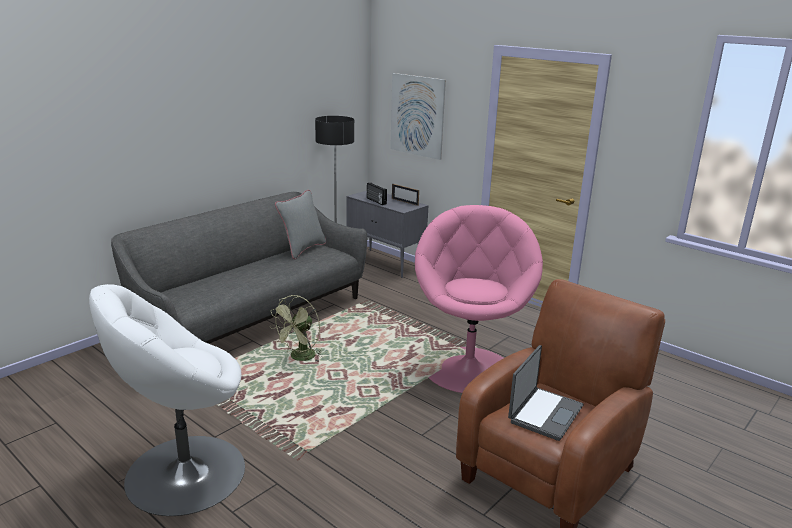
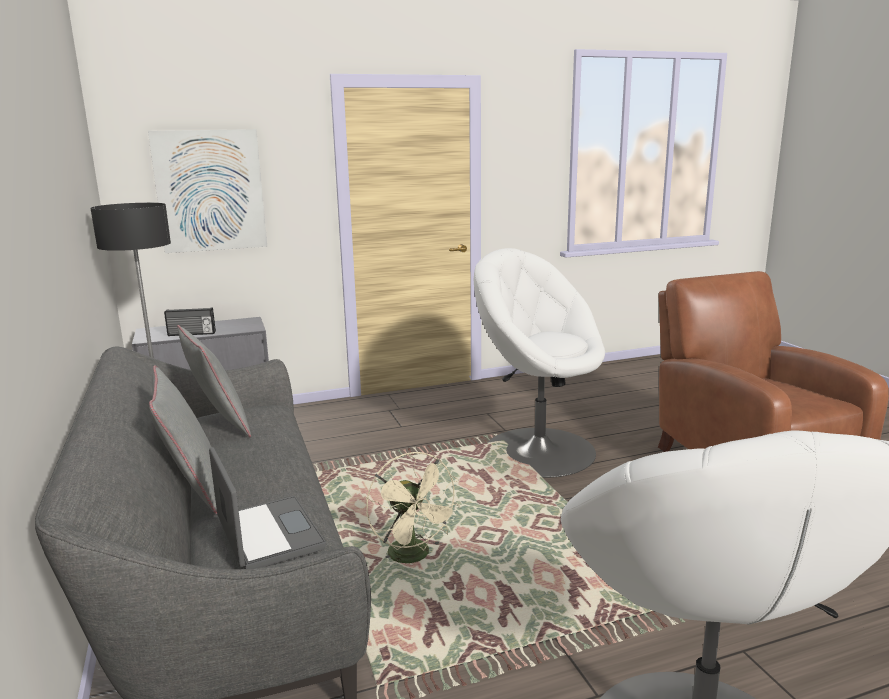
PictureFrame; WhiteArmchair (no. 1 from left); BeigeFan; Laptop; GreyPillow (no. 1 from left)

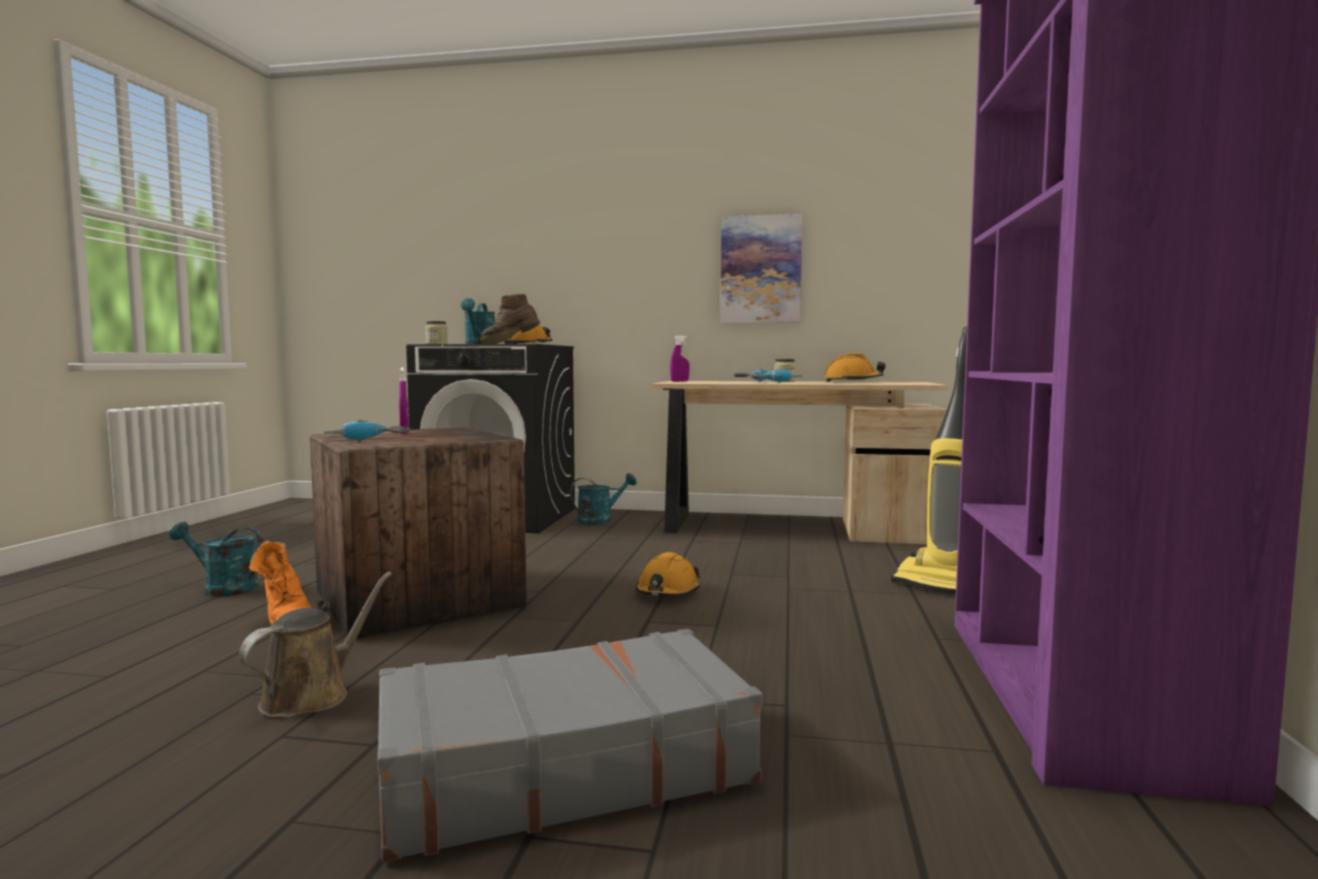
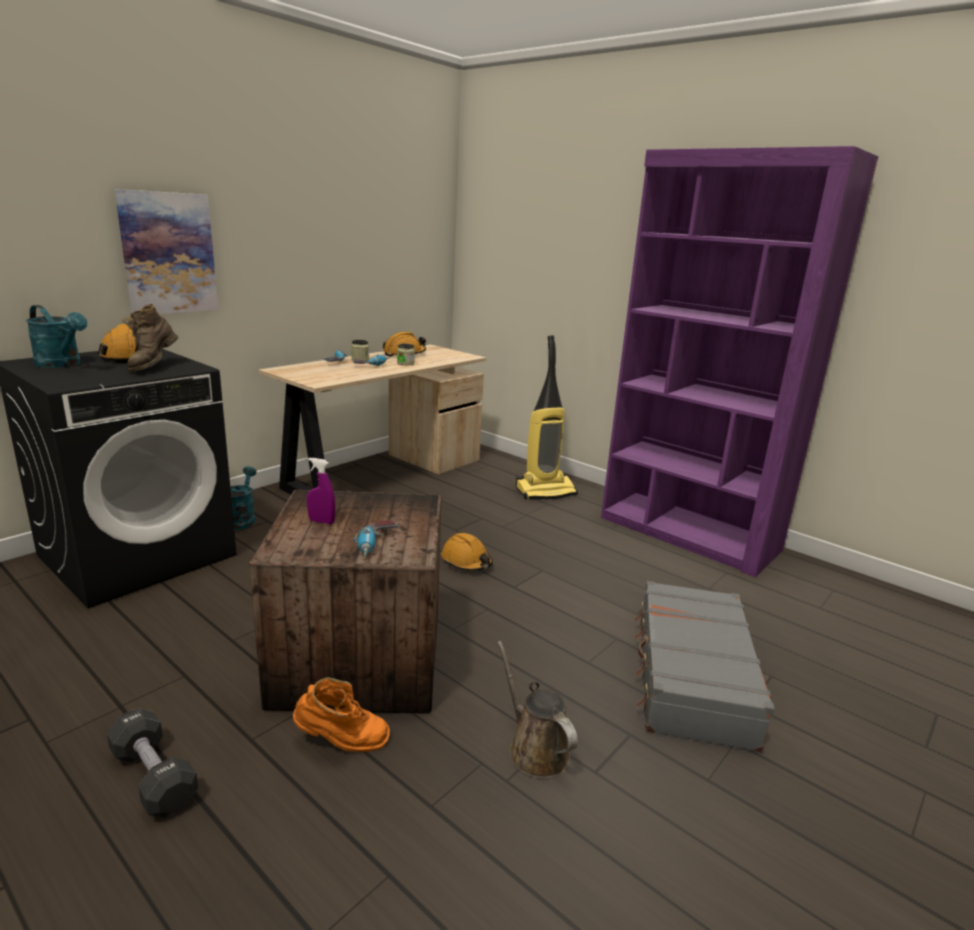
Picture; Jar (no. 2 from left); PurpleSprayBottle (no. 2 from left in the first image); BlackDumbbell

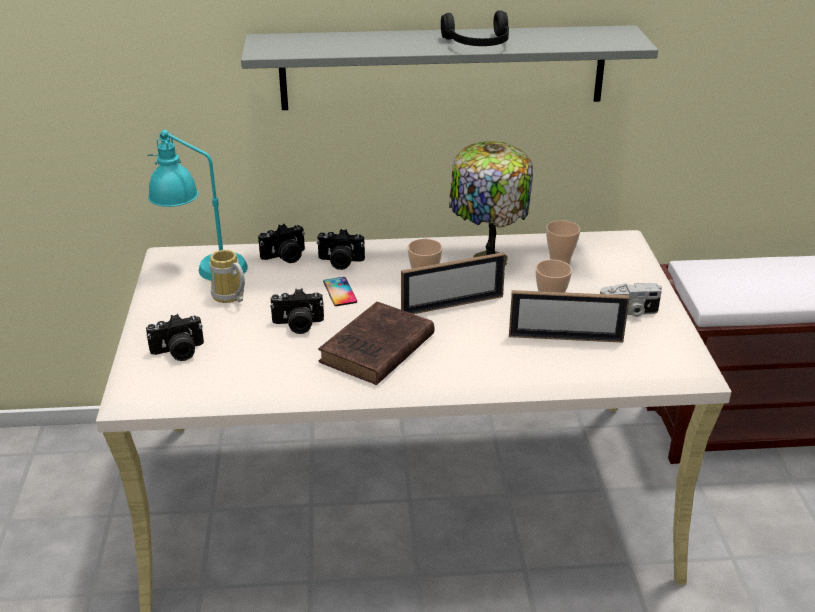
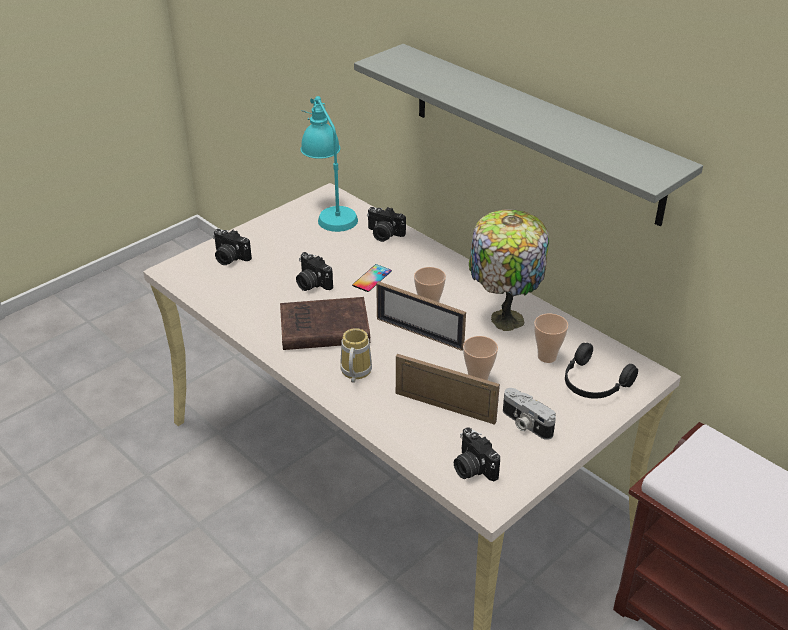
BlackHeadphones; PhotoCamera (no. 4 from left); Mug; PictureFrame (no. 2 from left)

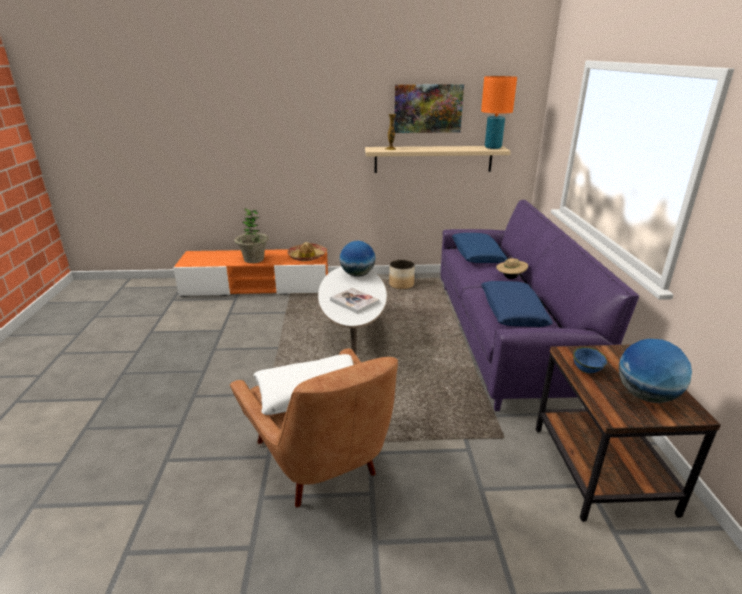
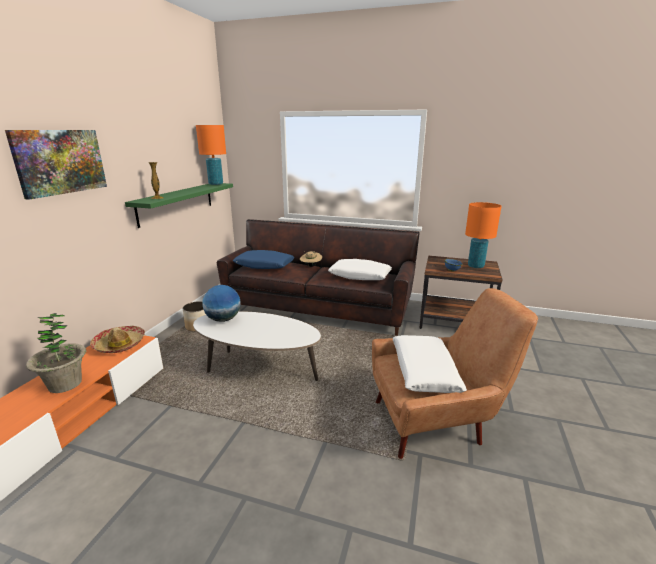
Picture; GreenShelf; BrownSofa; WhitePillow (no. 1 from left); Book; OrangeTableLamp (no. 2 from left)

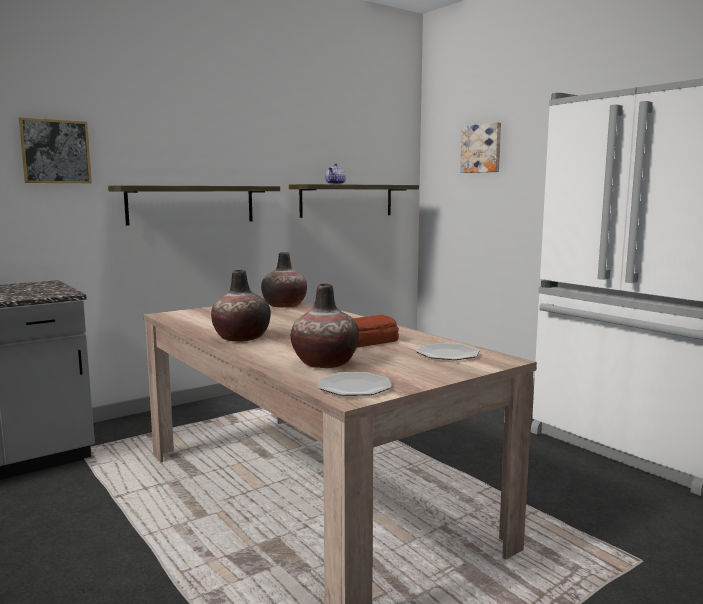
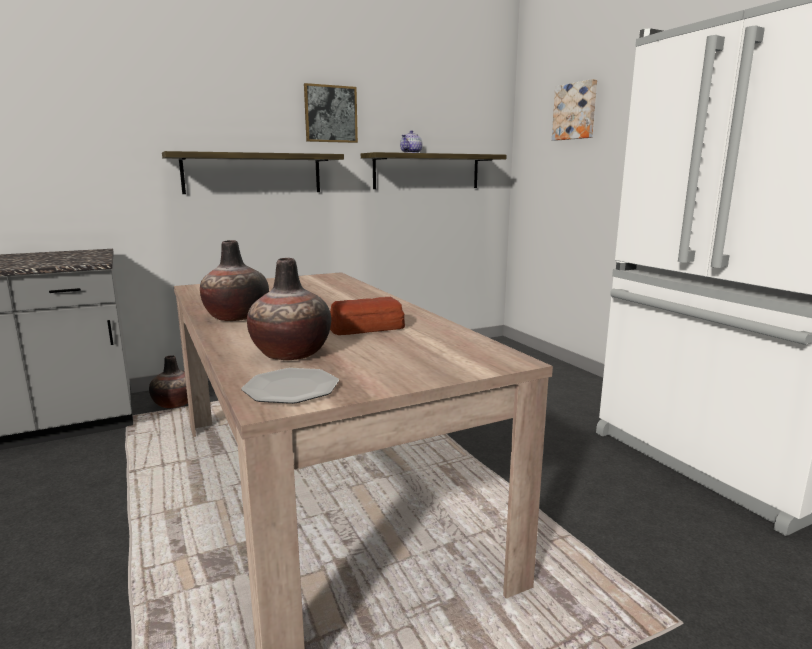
Picture (no. 1 from left); Vase (no. 1 from left); Plate (no. 2 from left in the first image)

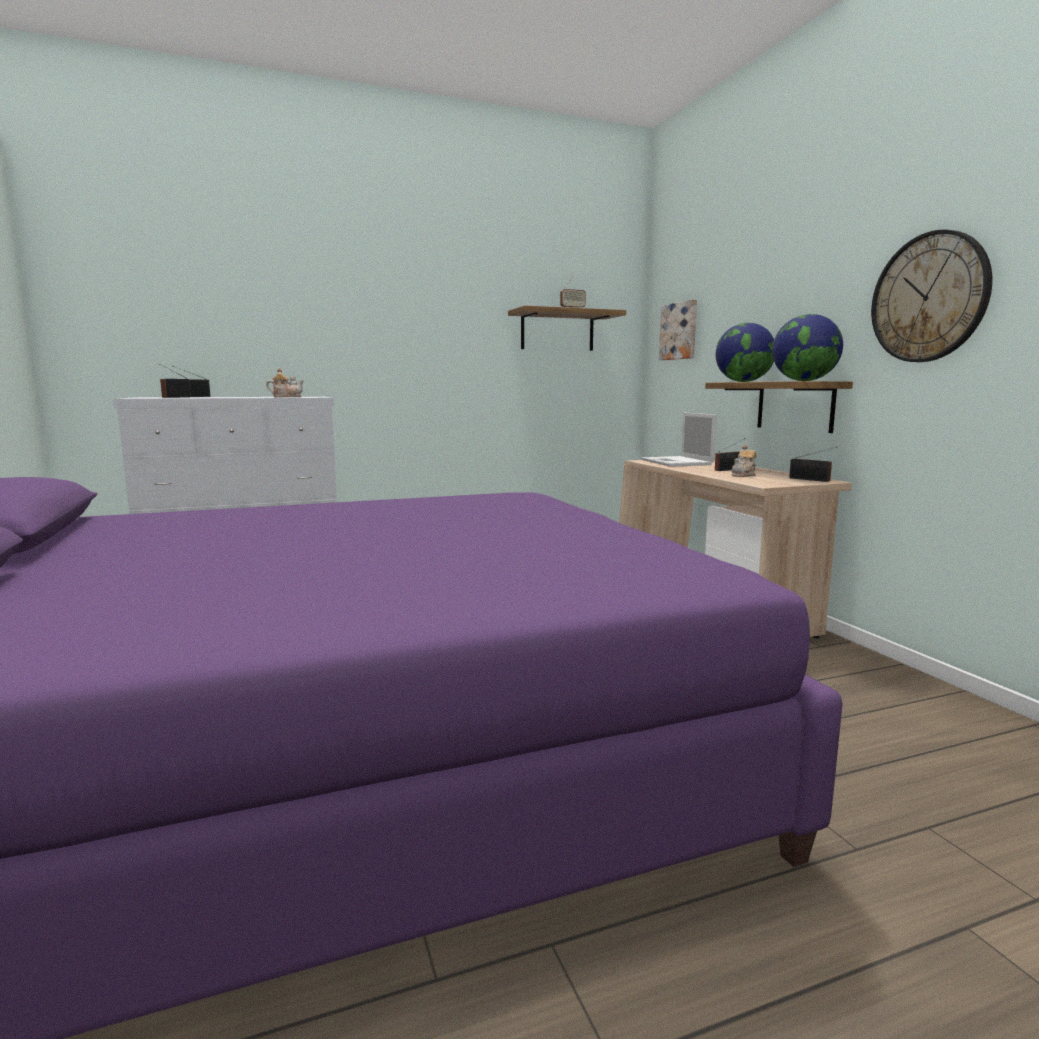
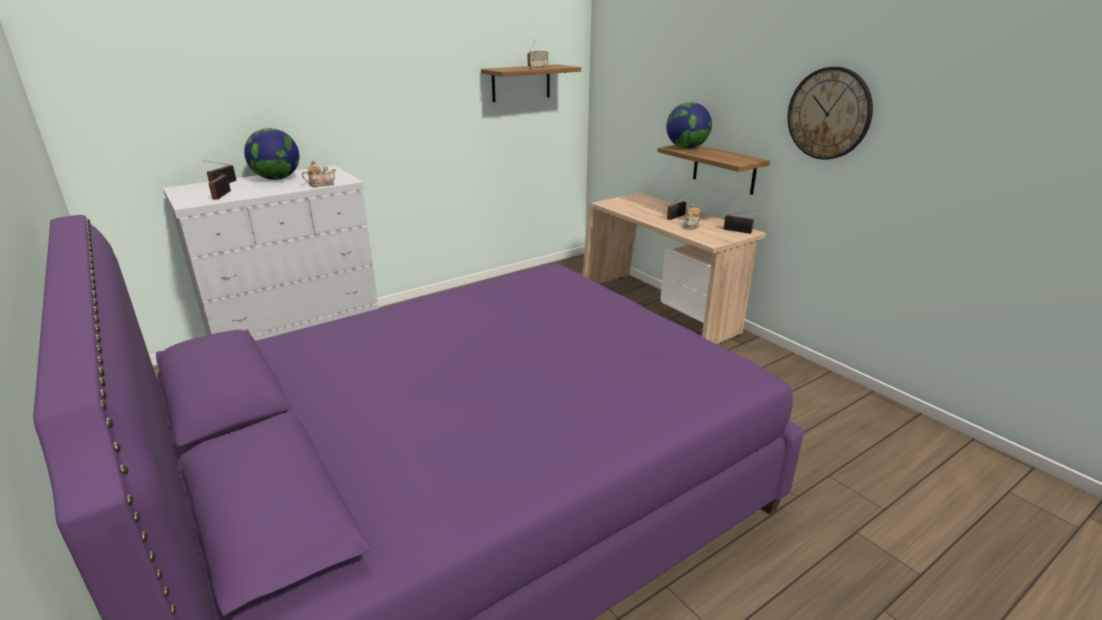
Picture; Globe (no. 1 from left); Laptop

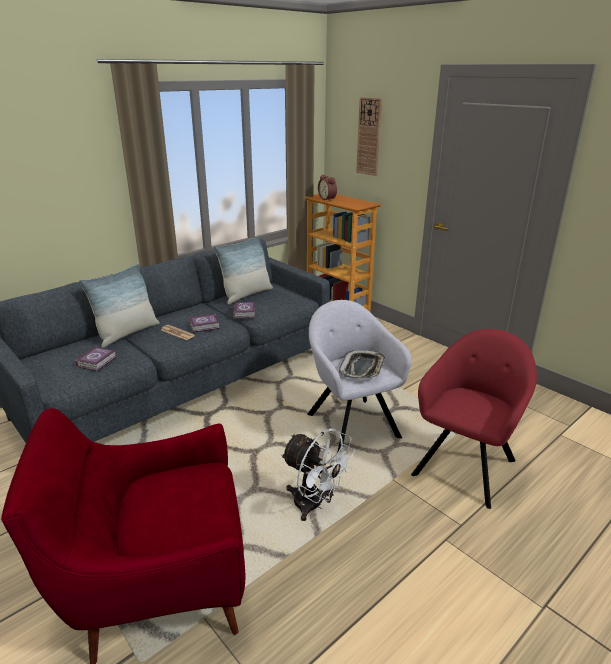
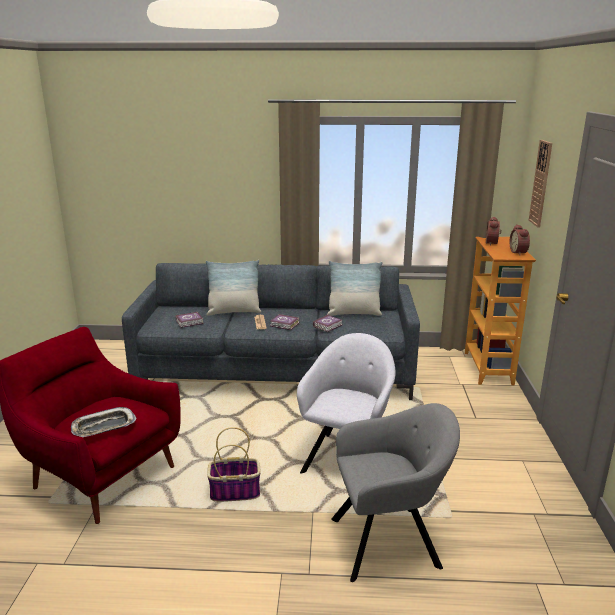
GreyArmchair (no. 2 from left); Tray; Basket; AlarmClock (no. 2 from left)

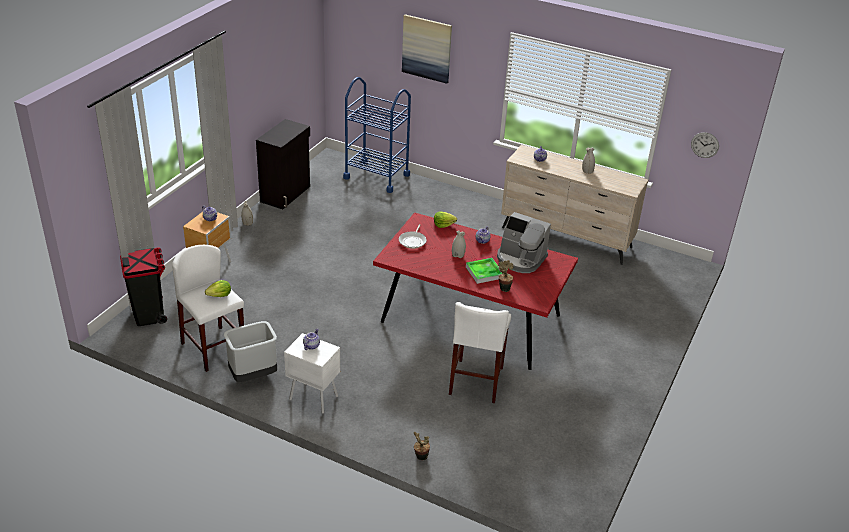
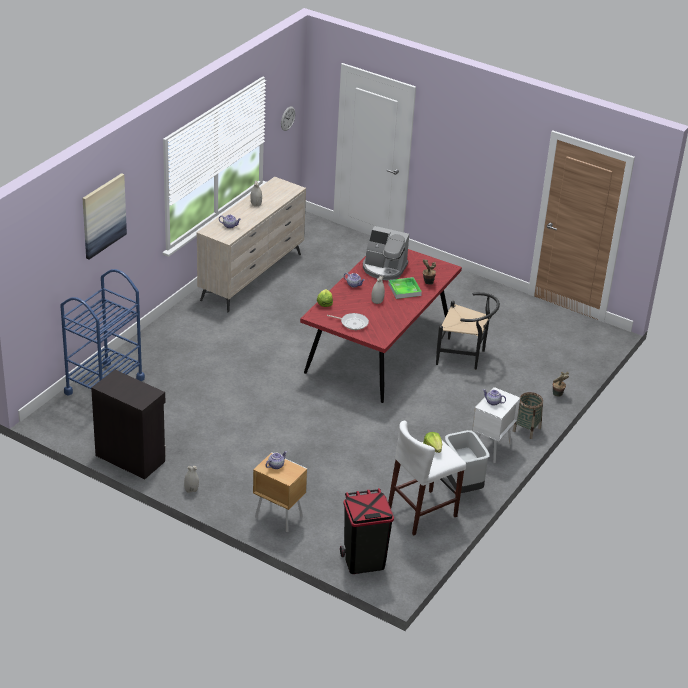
CoffeeMachine; BlackChair; Basket

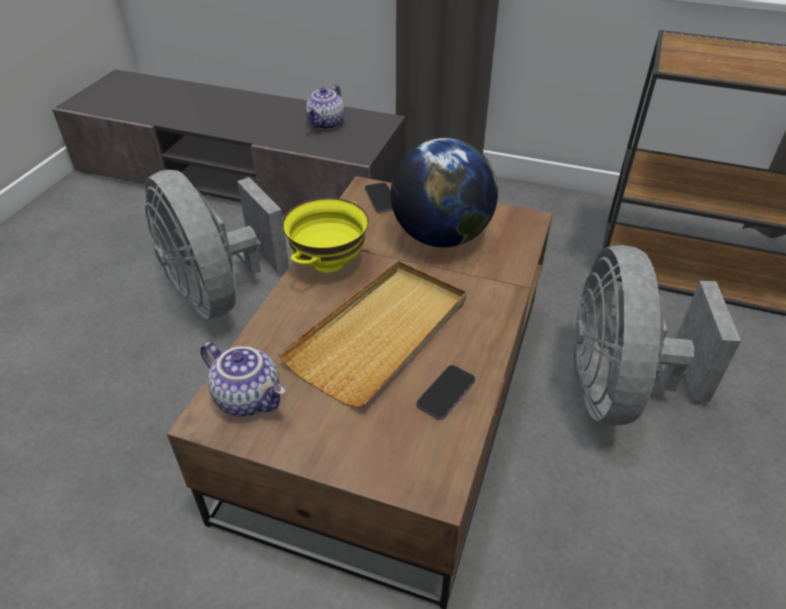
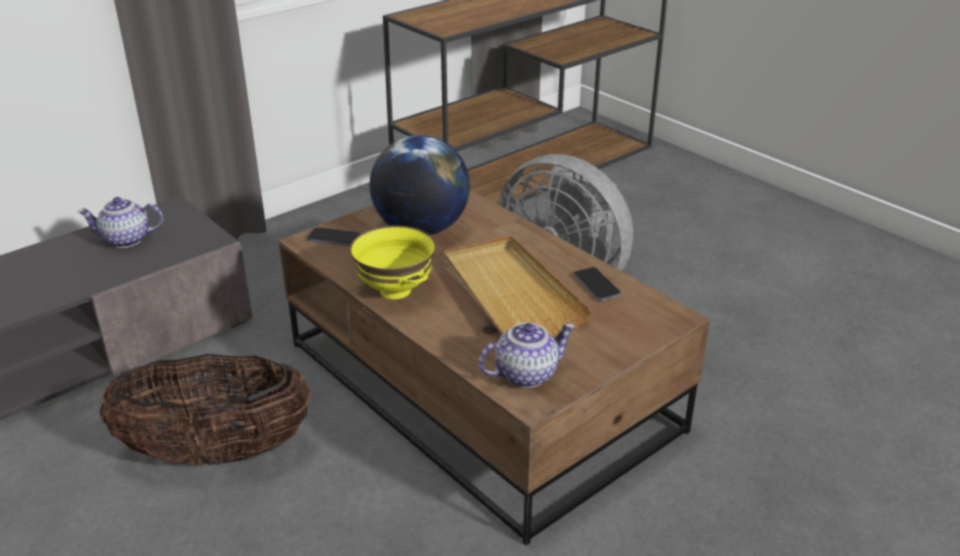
Teapot (no. 1 from left); Basket

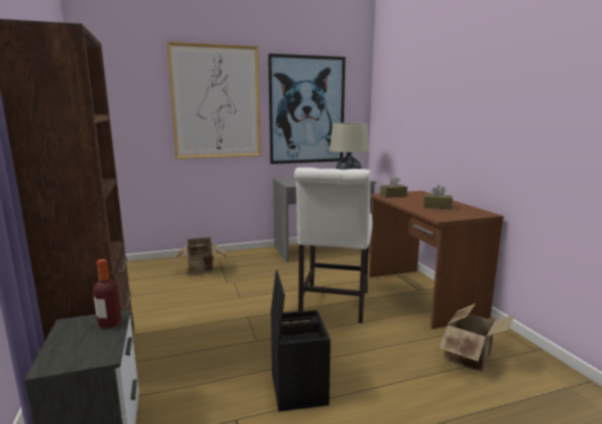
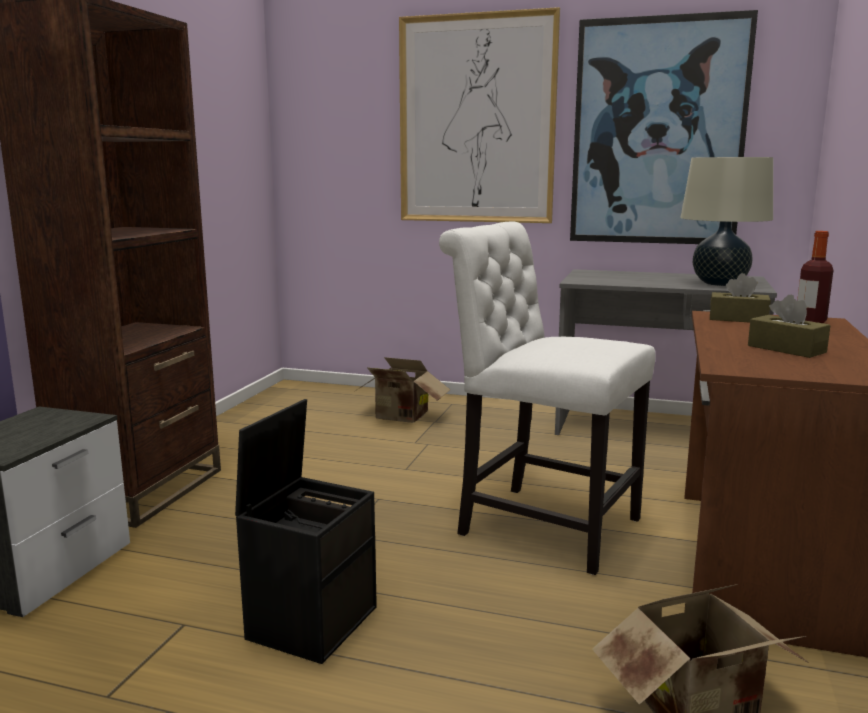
WhiteChair; Bottle

